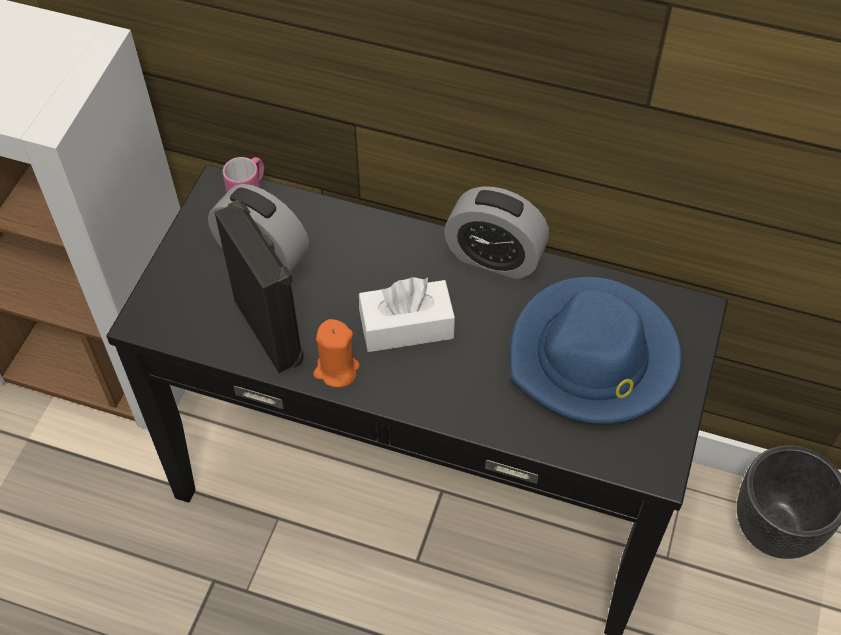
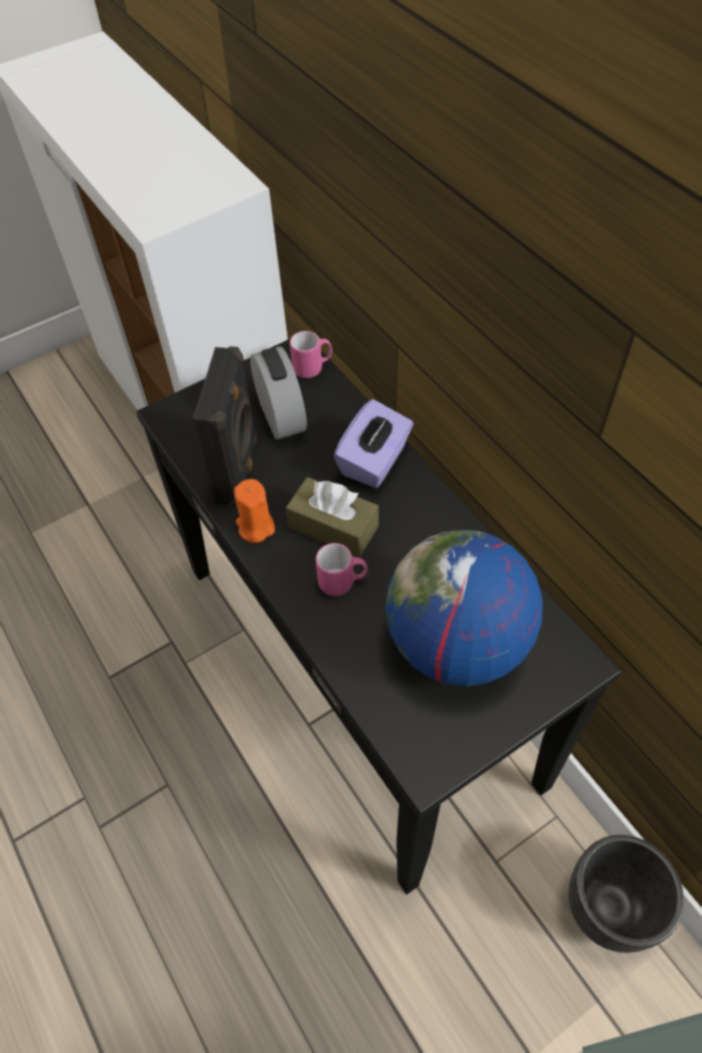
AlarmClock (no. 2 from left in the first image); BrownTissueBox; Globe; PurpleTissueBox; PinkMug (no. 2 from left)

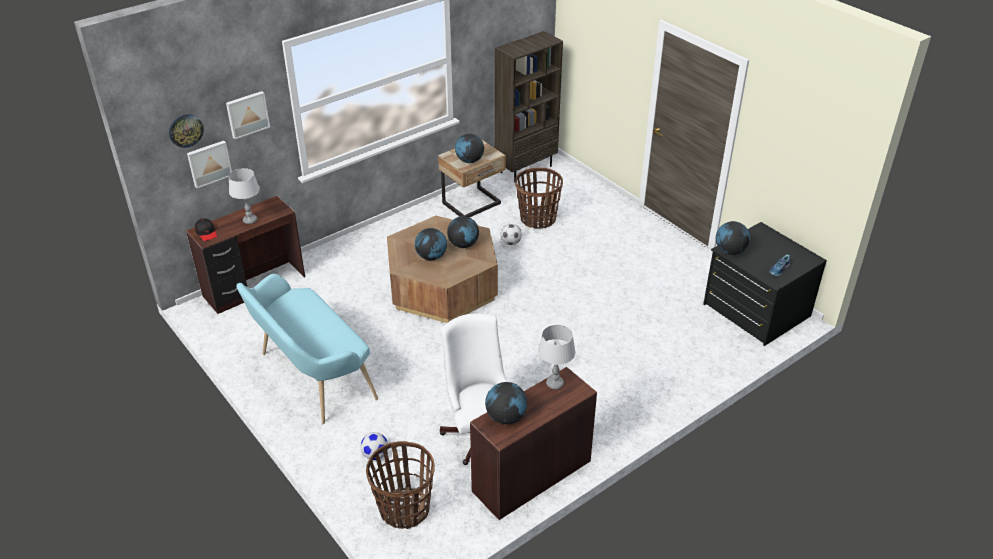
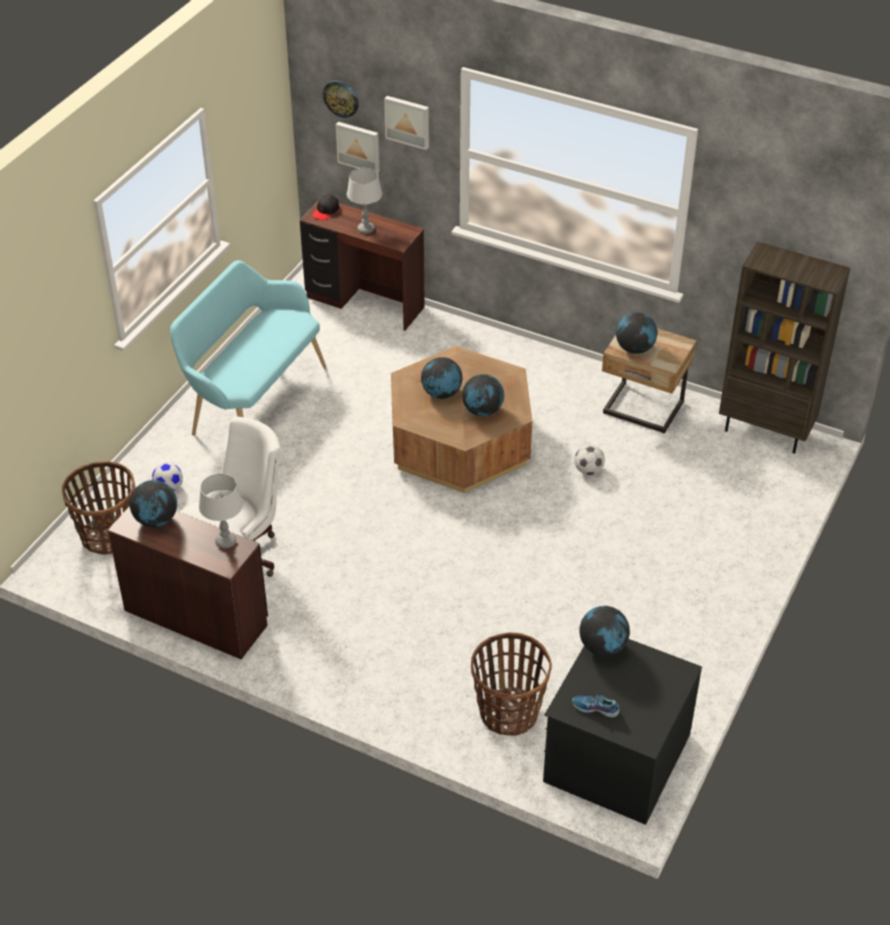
Basket (no. 2 from left)

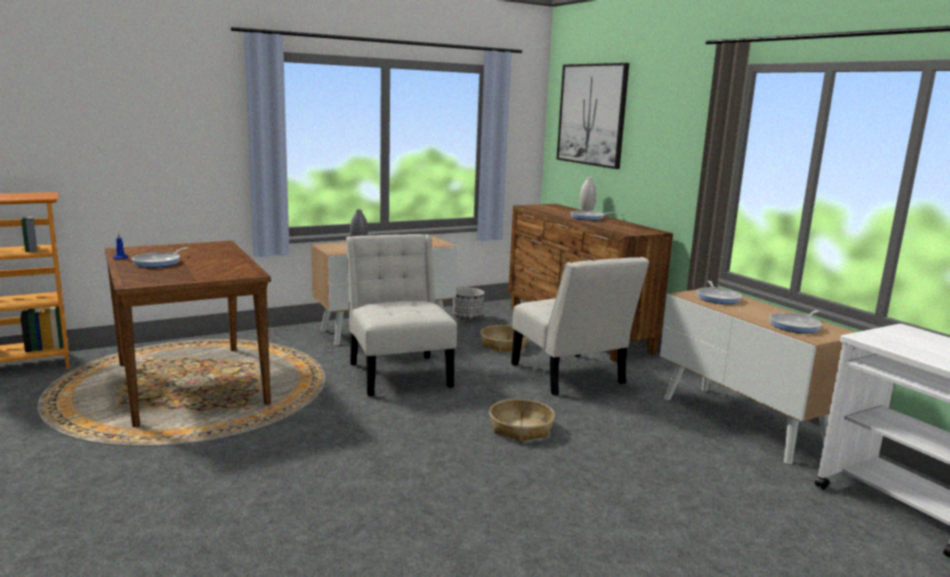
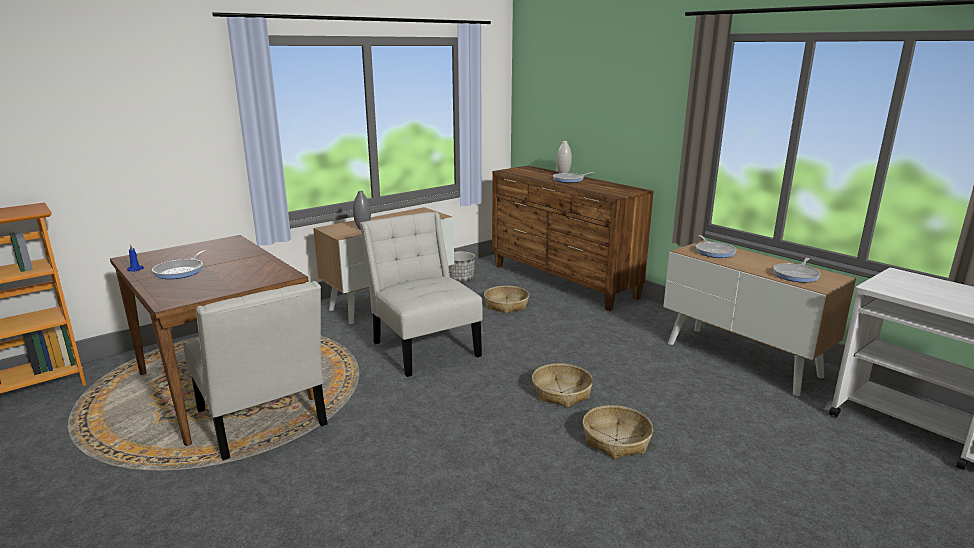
Picture; WhiteChair (no. 1 from left); Basket (no. 3 from left)

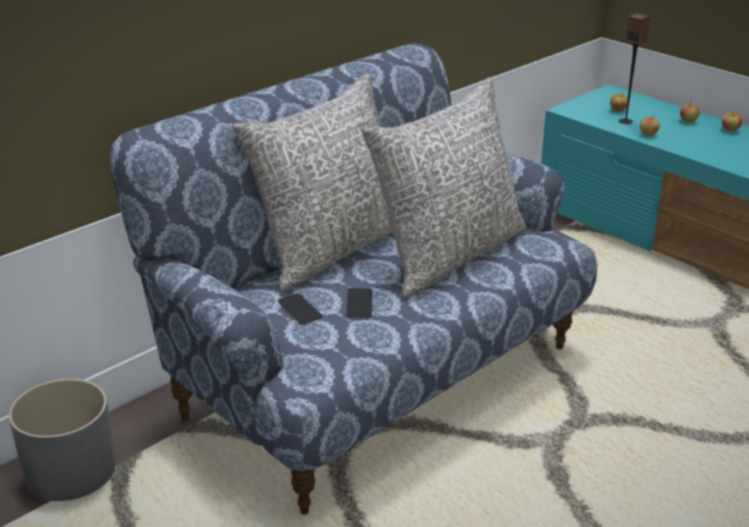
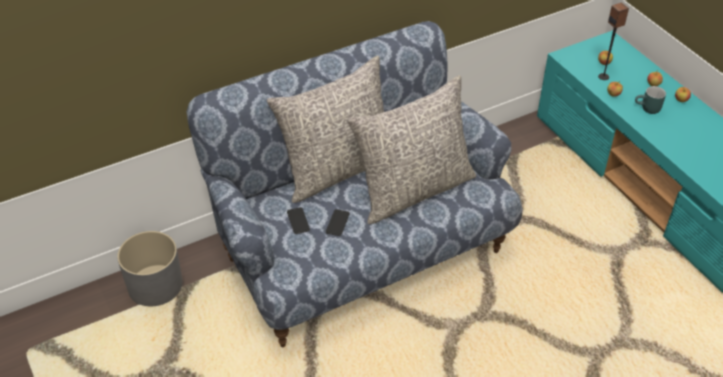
TurquoiseMug

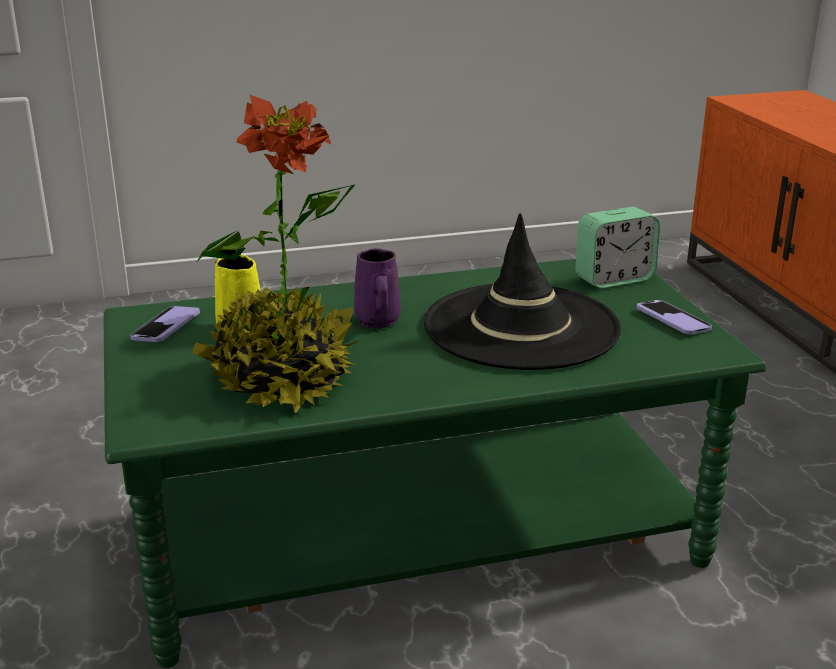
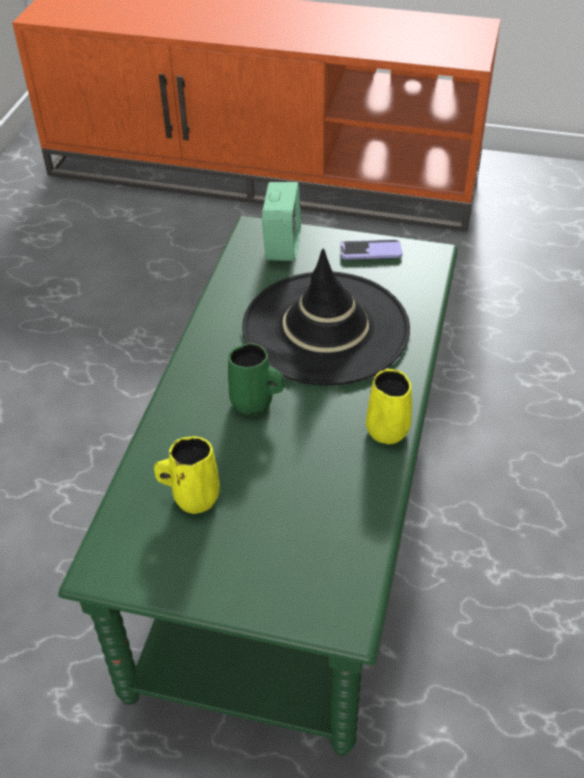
PottedPlant; GreenMug; Phone (no. 1 from left in the first image); YellowMug (no. 2 from left)

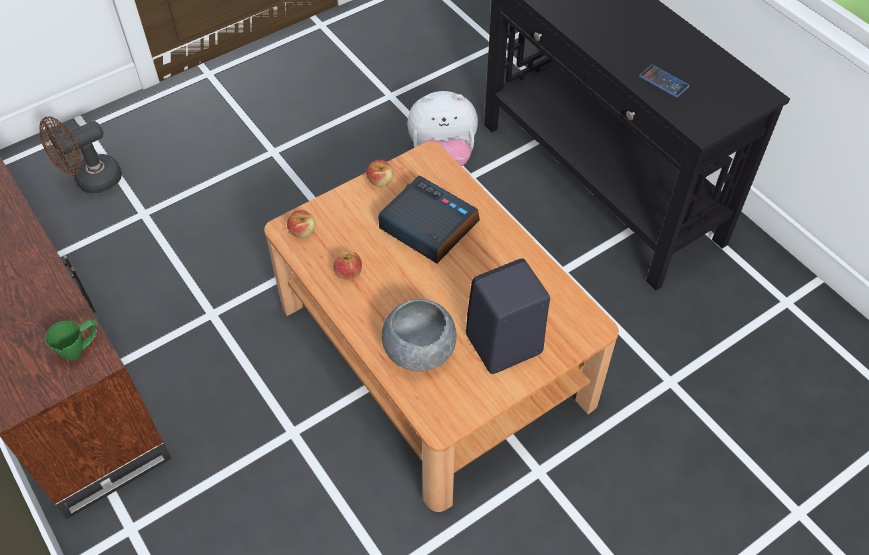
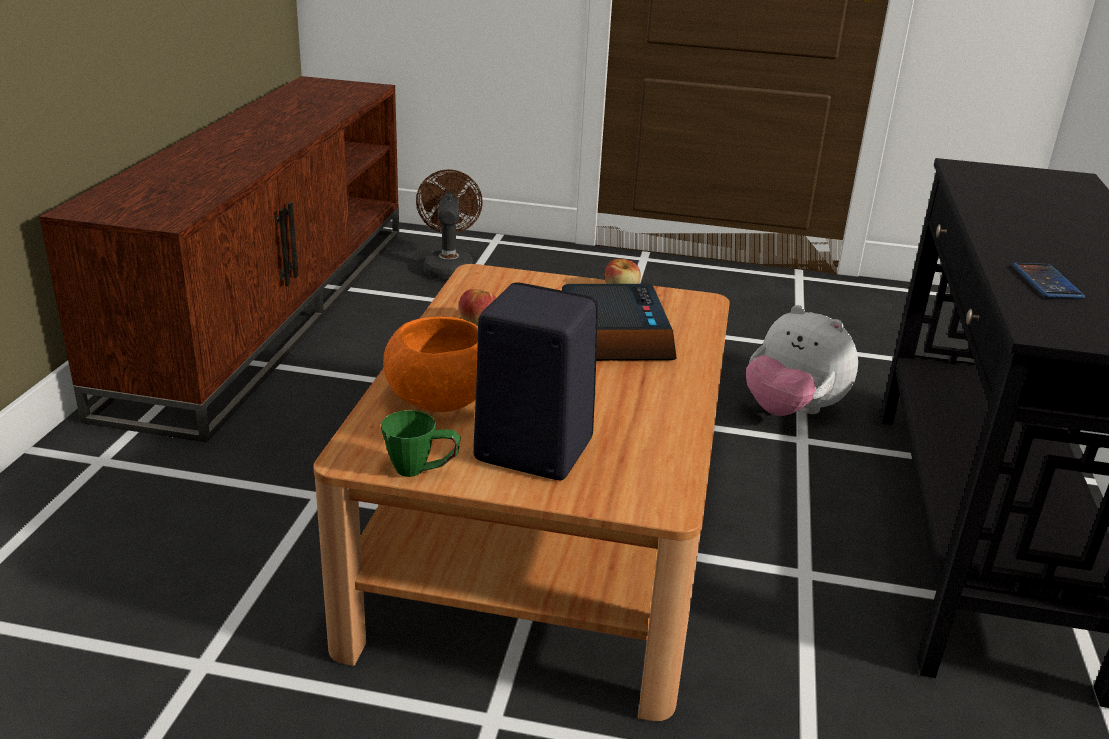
BrownFan; Apple (no. 1 from left in the first image); OrangeBowl; GreenMug

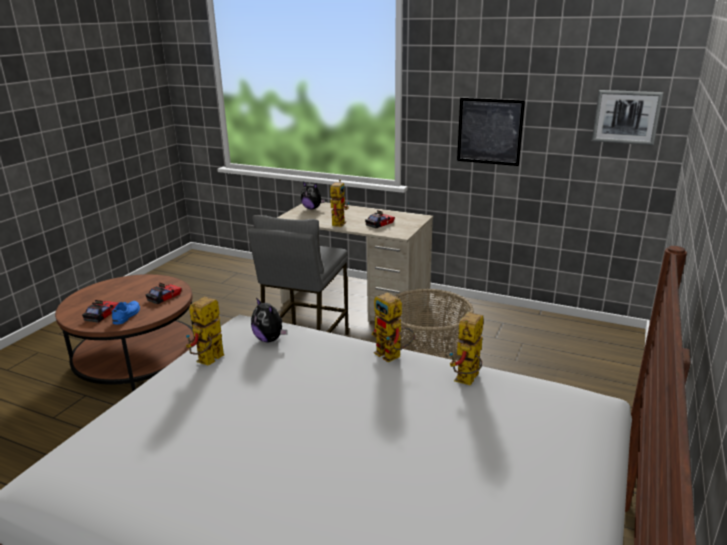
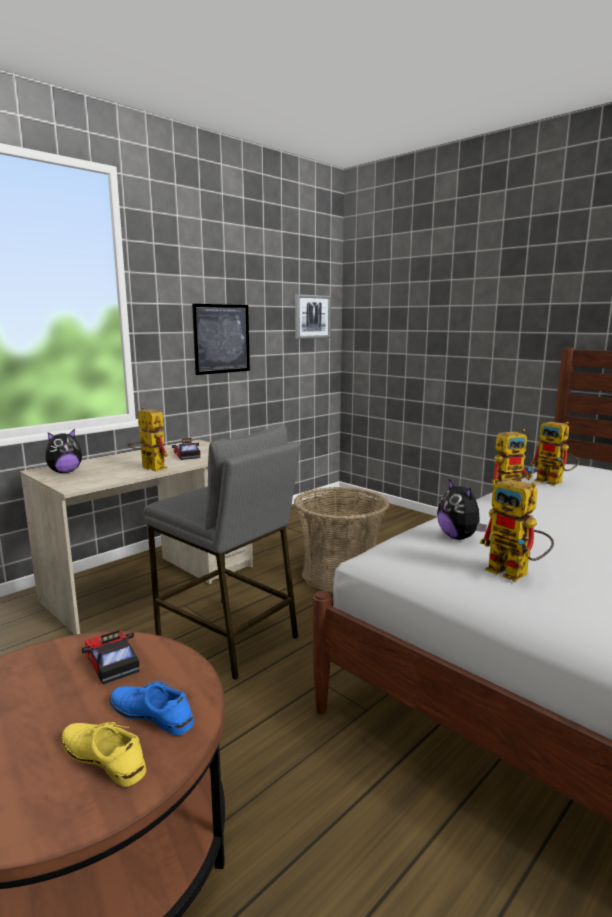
PlushToy (no. 2 from left); YellowShoe

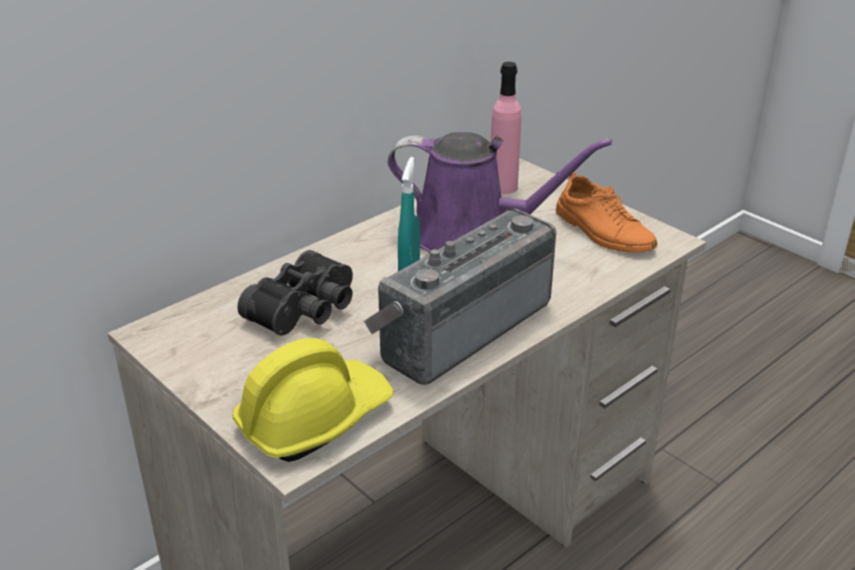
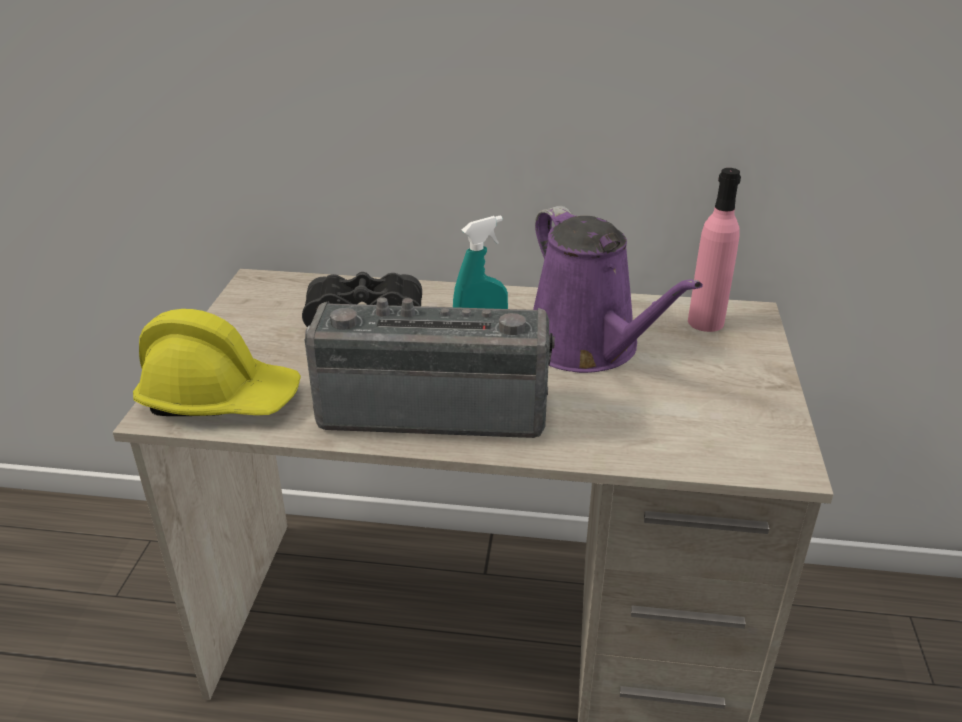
OrangeShoe

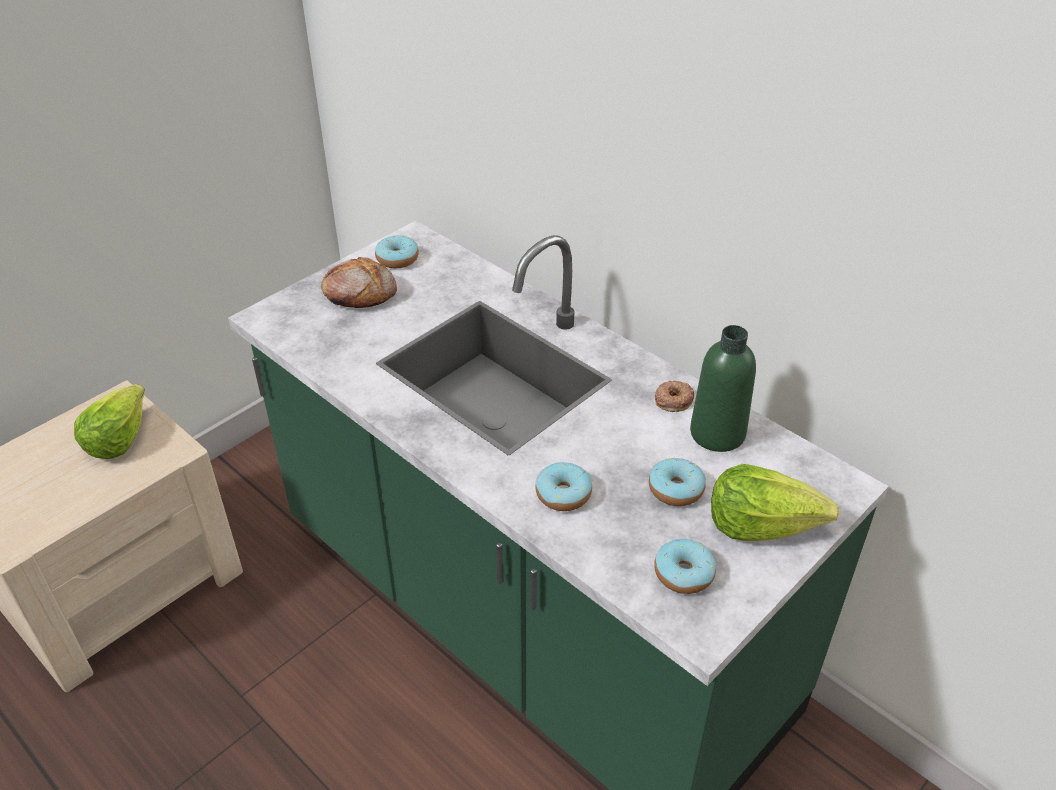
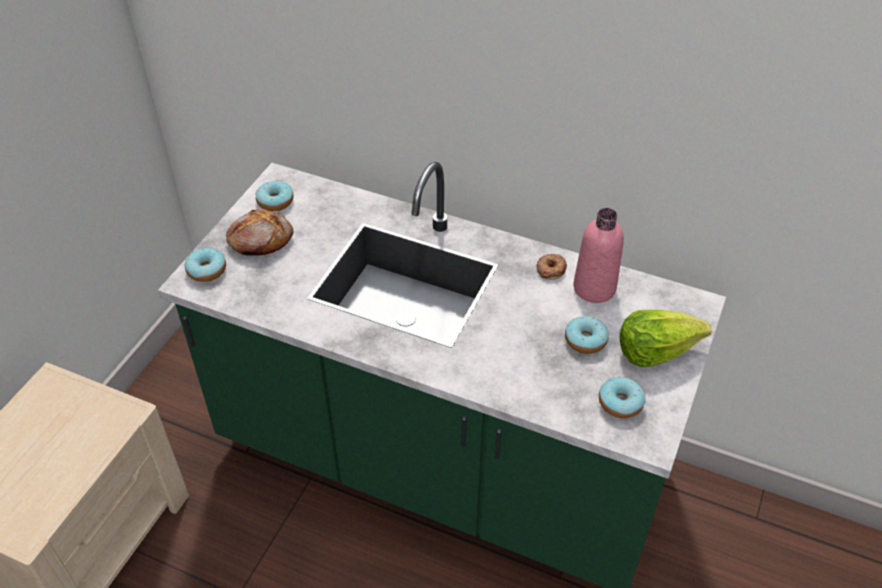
PinkBottle; Lettuce (no. 1 from left in the first image); Donut (no. 1 from left)

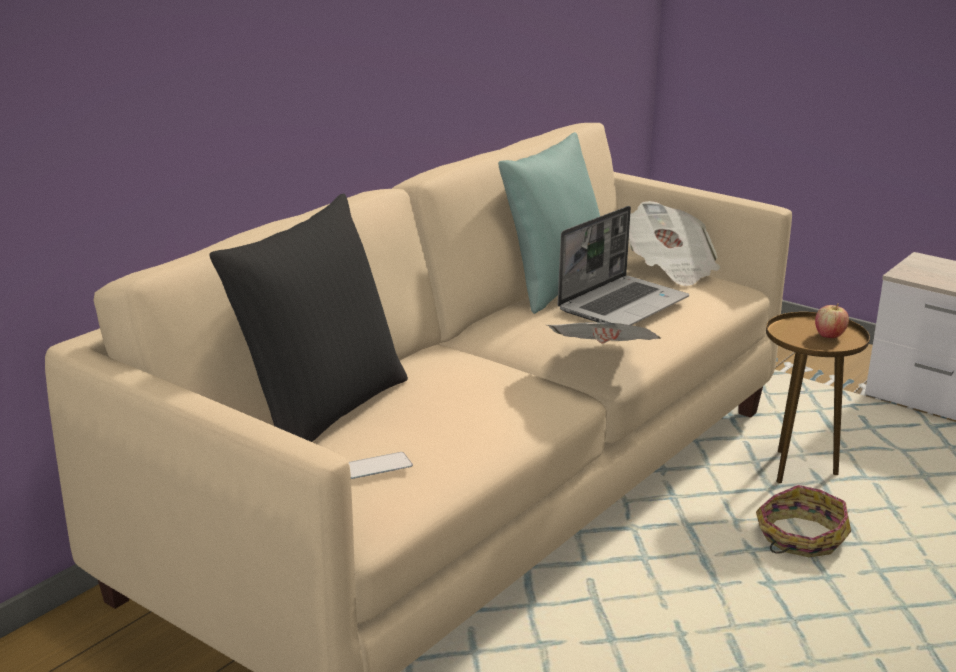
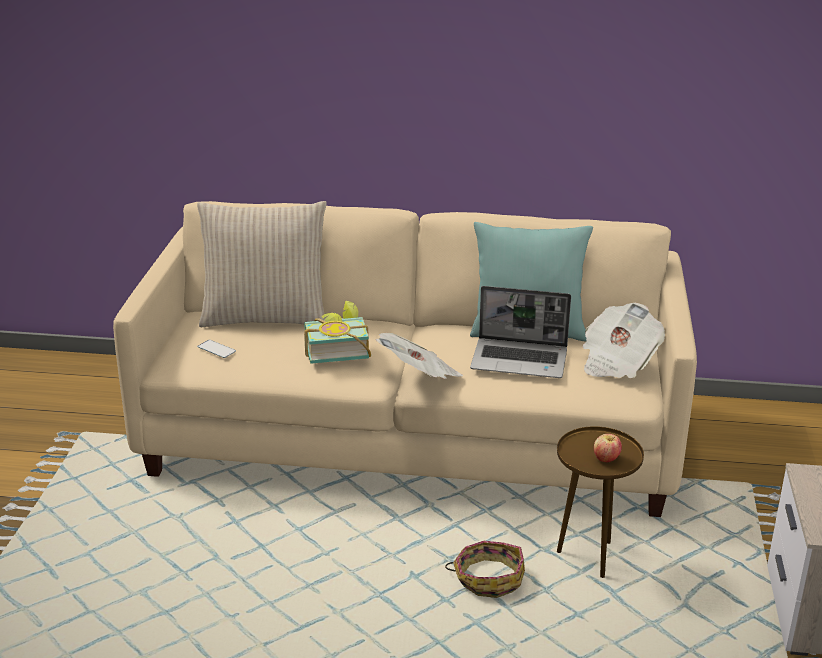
BeigePillow; Book

